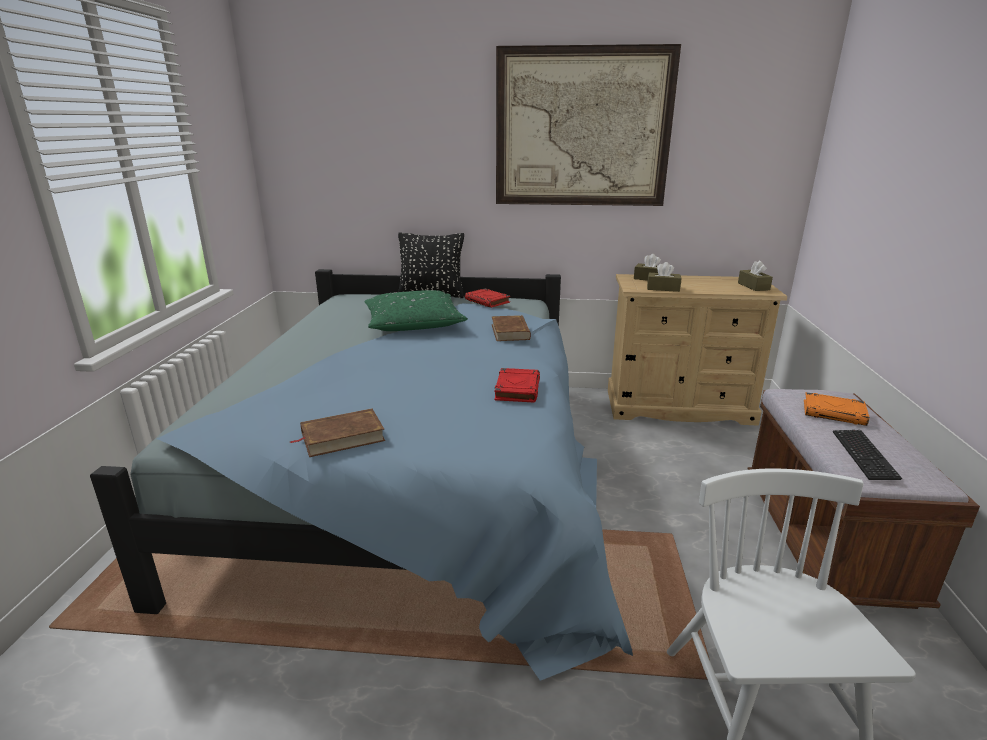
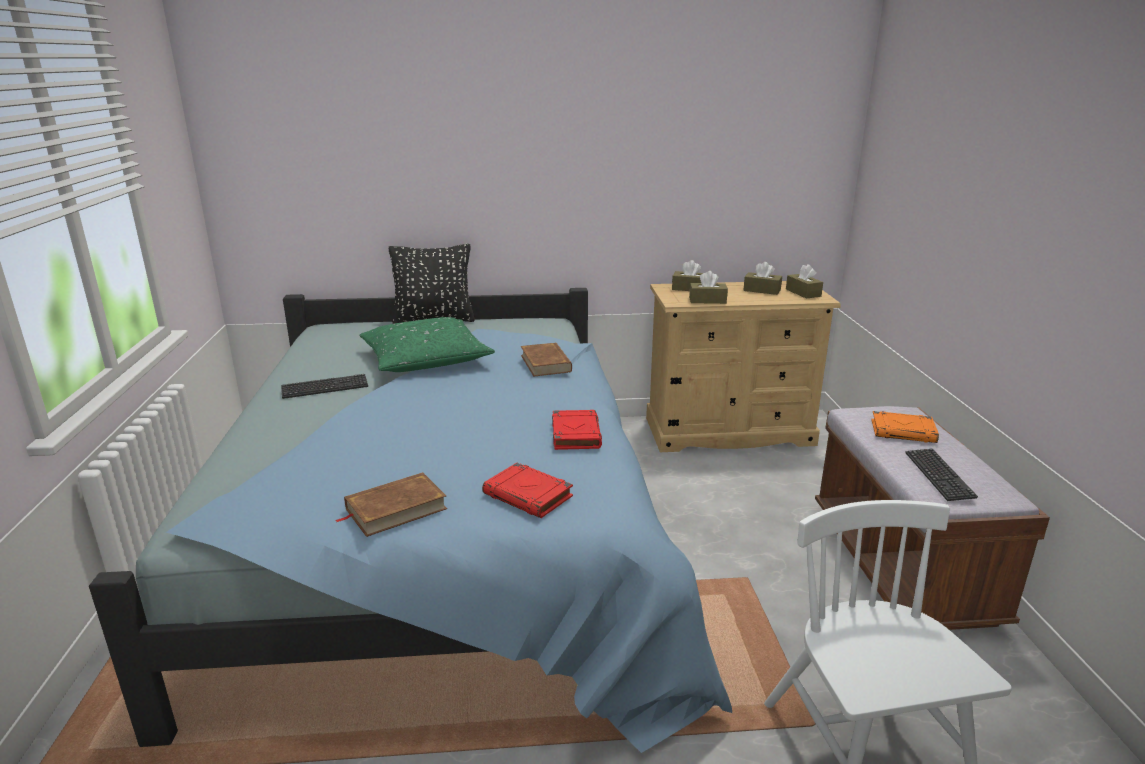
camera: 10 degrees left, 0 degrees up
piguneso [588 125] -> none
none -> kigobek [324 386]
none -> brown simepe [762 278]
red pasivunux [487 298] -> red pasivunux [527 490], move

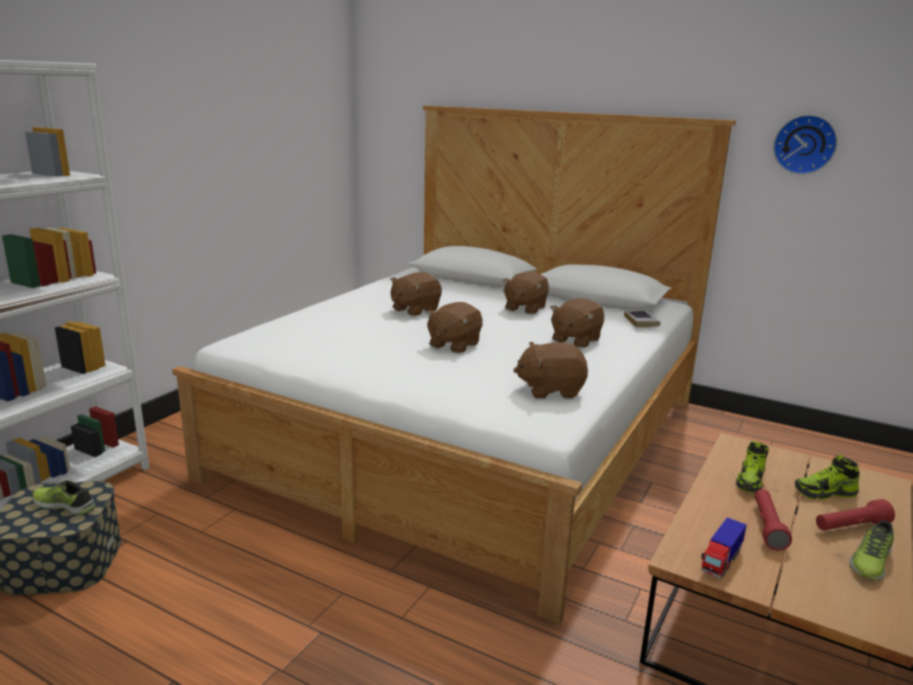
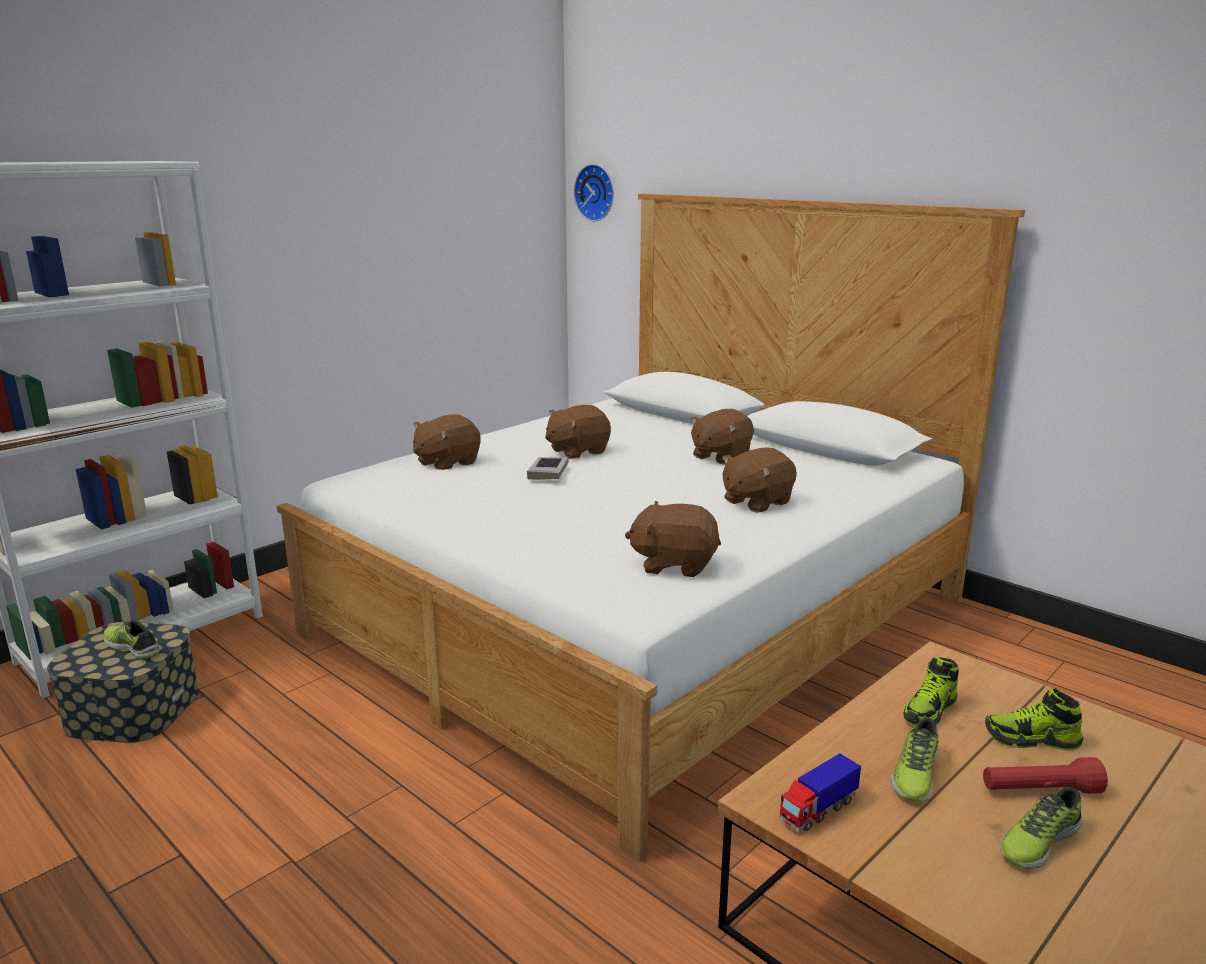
camera: 15 degrees right, 0 degrees up
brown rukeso [454 327] -> brown rukeso [447 442], move
pasivunux [642 319] -> pasivunux [548 468], move
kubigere [805 145] -> kubigere [594 192], move
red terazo [773 519] -> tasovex [915 760]

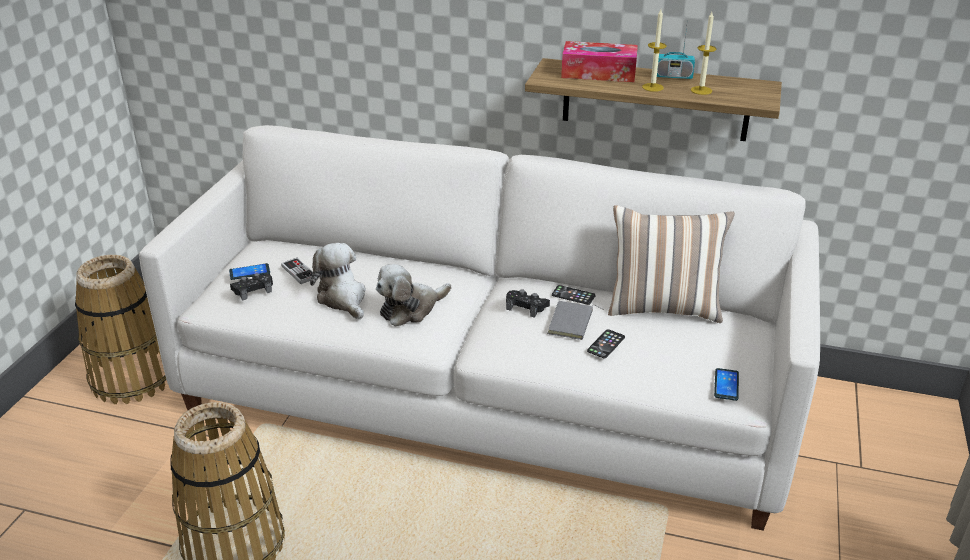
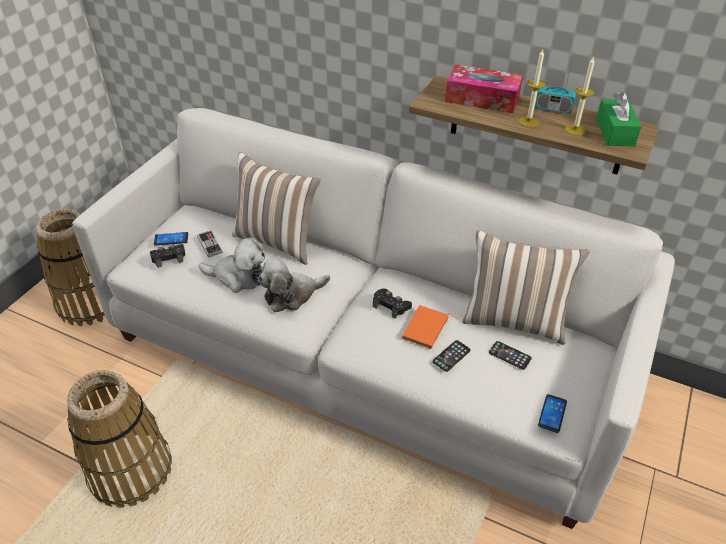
camera: 10 degrees right, 10 degrees up
none -> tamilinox [276 208]
none -> green simepe [619 118]
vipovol [573 295] -> vipovol [510 355], move
grey pasivunux [575 320] -> orange pasivunux [430 327]
rukeso [338 281] -> rukeso [231 265], 120 degrees clockwise

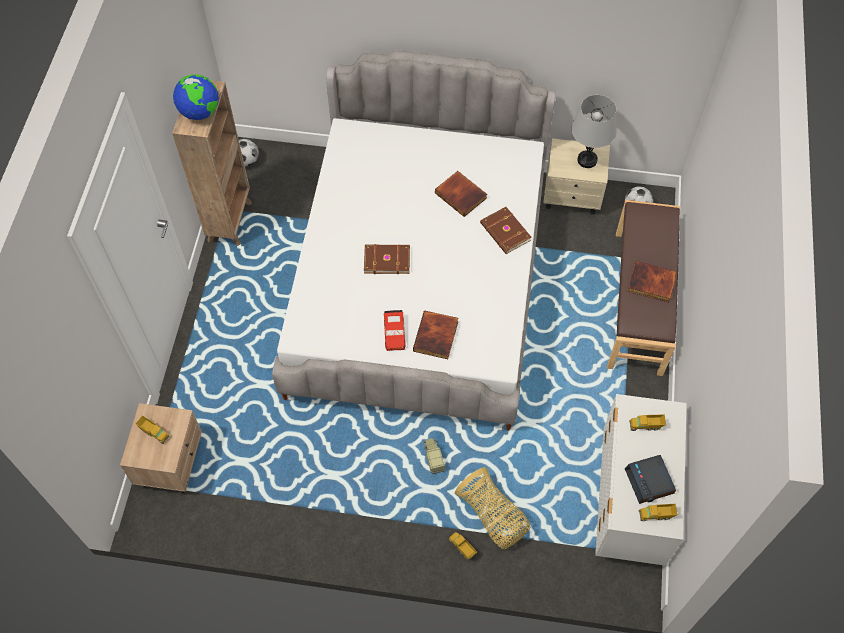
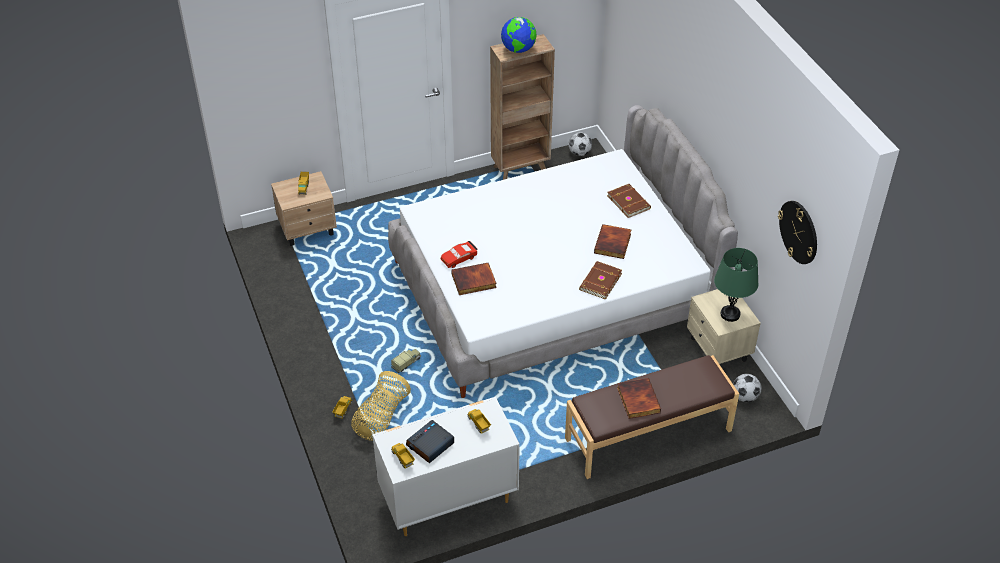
camera: 60 degrees right, 15 degrees down
none -> kubigere [797 232]
brown pasivunux [387 259] -> brown pasivunux [629 201], move
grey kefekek [594 131] -> green kefekek [736 285]

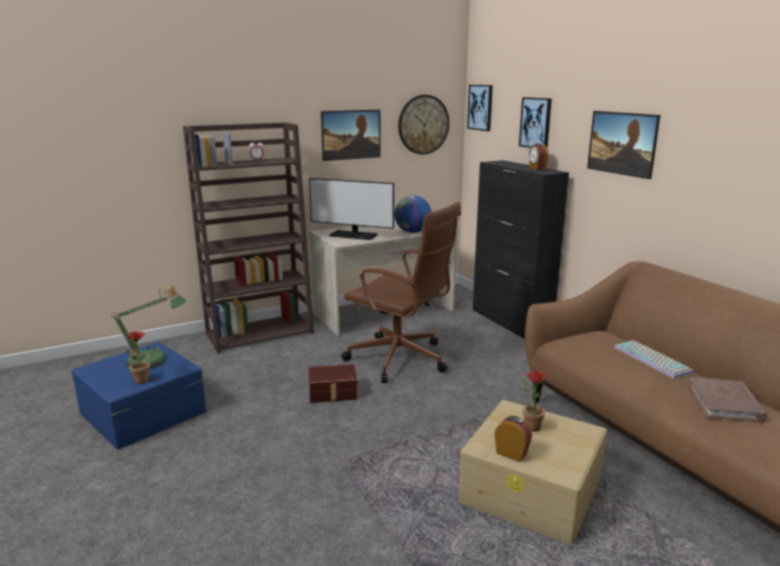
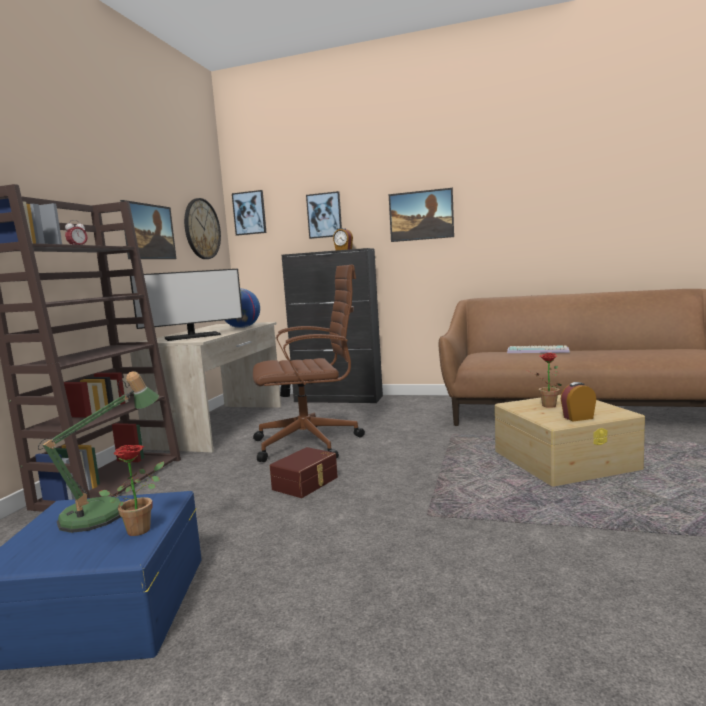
camera: 45 degrees left, 10 degrees down
brown pasivunux [727 400] -> none

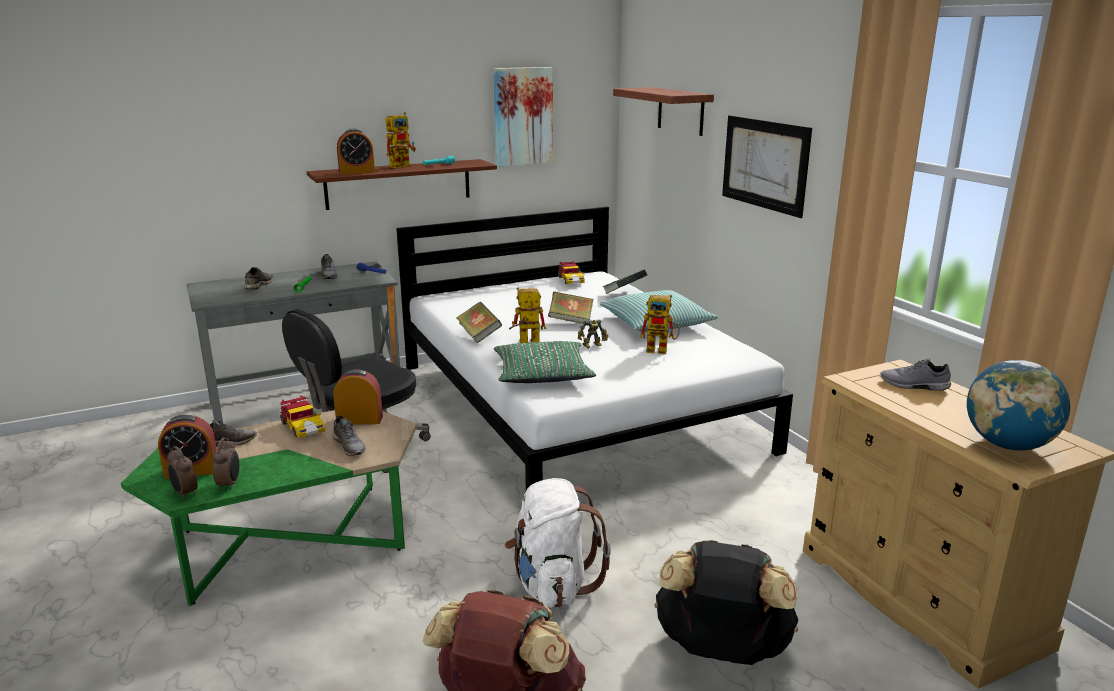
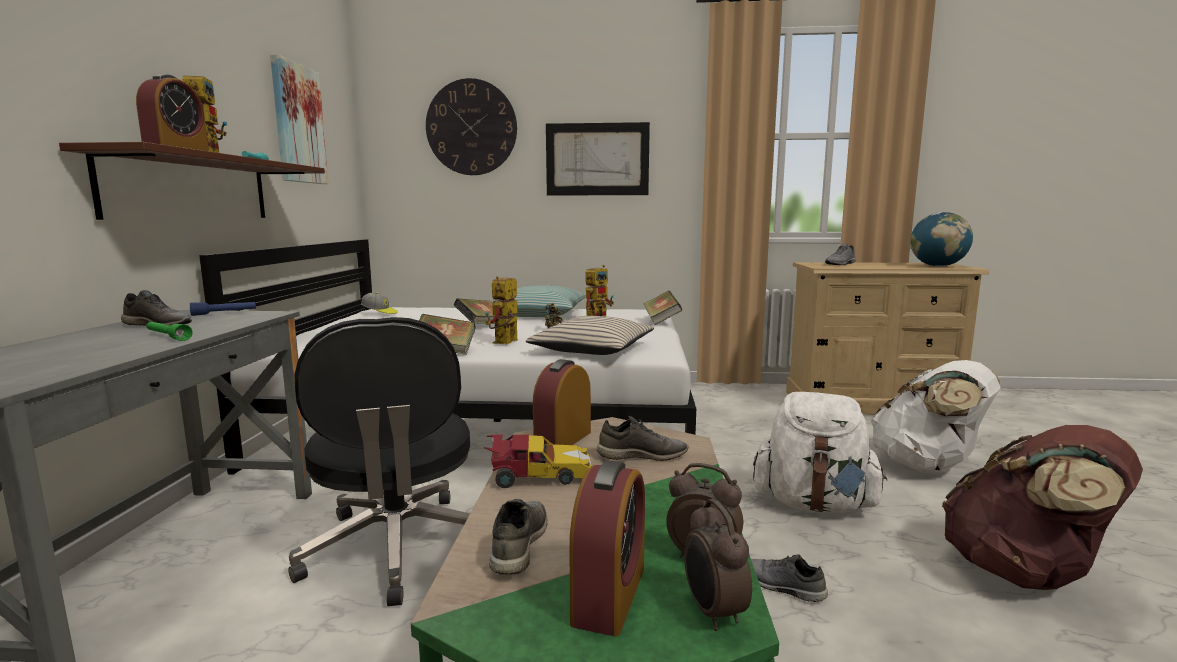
camera: 60 degrees left, 10 degrees down
grey tasovex [259 278] -> grey tasovex [789 578], move
pasivunux [625 281] -> pasivunux [662 308], move
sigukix [571 272] -> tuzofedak [379 303]
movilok [663 111] -> kubigere [471 126]
green tamilinox [545 362] -> beige tamilinox [590 335]
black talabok [726 602] -> white talabok [936 417]
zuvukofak [182 473] -> zuvukofak [718 565], 90 degrees clockwise

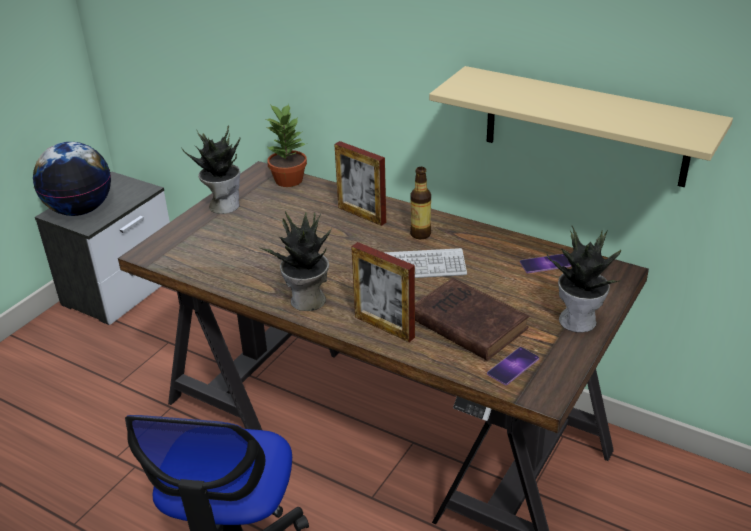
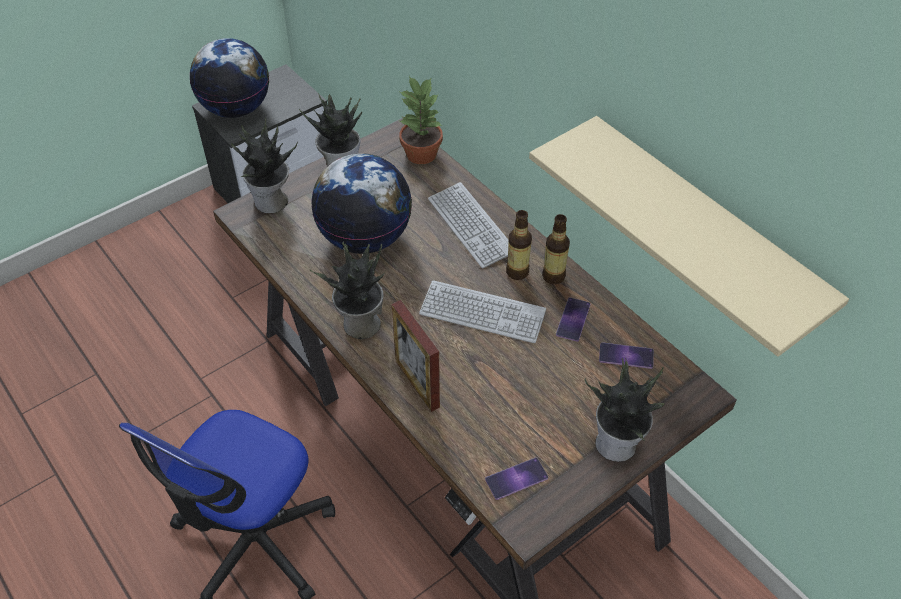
camera: 20 degrees right, 15 degrees up
brown pasivunux [472 319] -> none
none -> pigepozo [264 165]
none -> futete [361 203]
none -> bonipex [556 249]
none -> vipovol [573 319]
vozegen [360 183] -> kigobek [468 225]

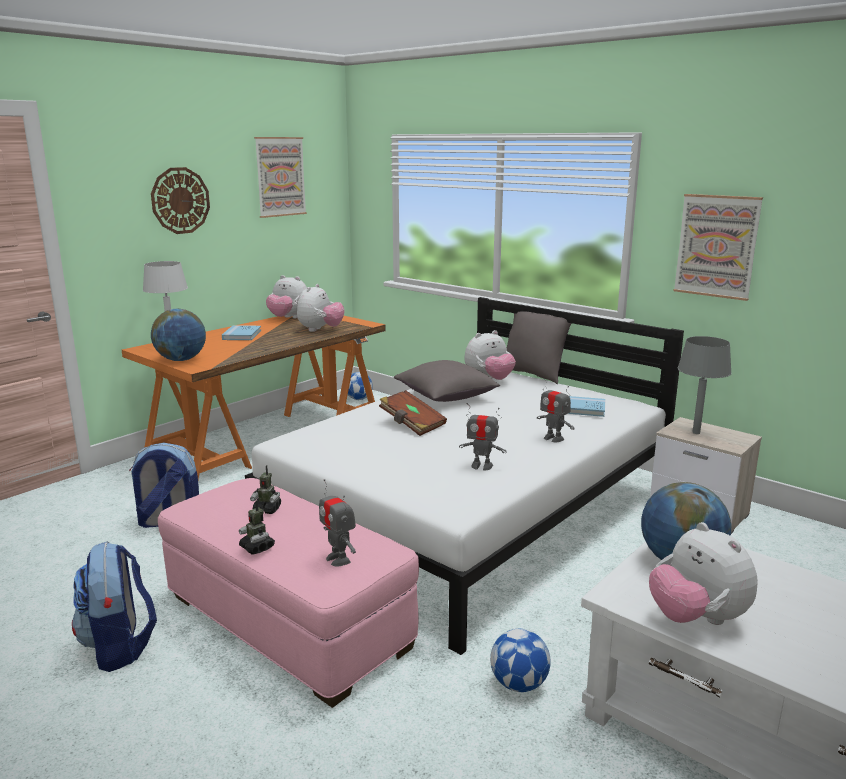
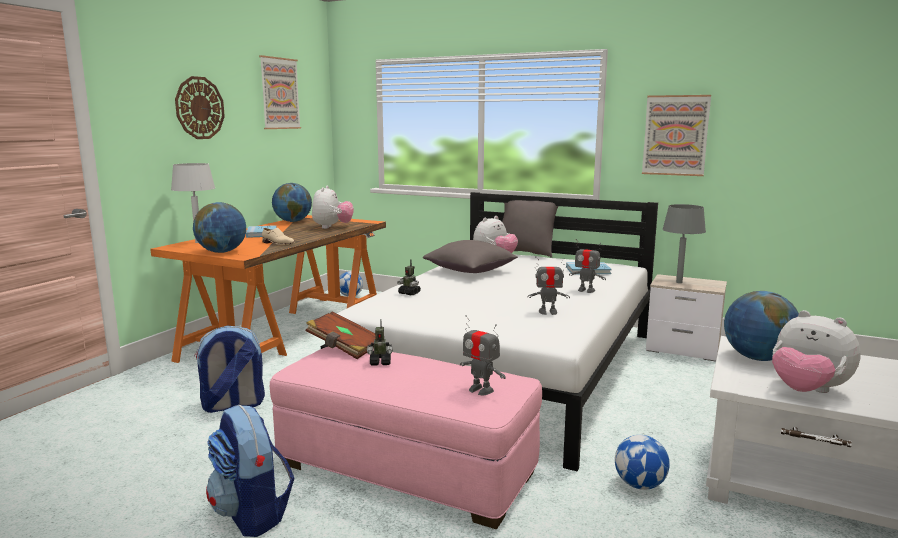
camera: 15 degrees left, 5 degrees down
none -> beige tasovex [278 236]
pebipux [257 527] -> pebipux [409 277], move
brown pasivunux [413 413] -> brown pasivunux [340 335], move
rukeso [286 296] -> futete [292 202]

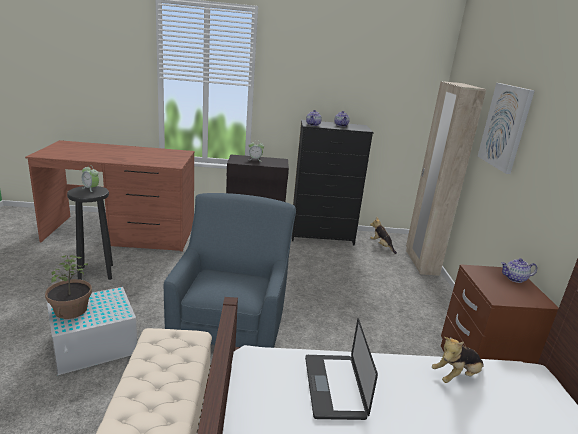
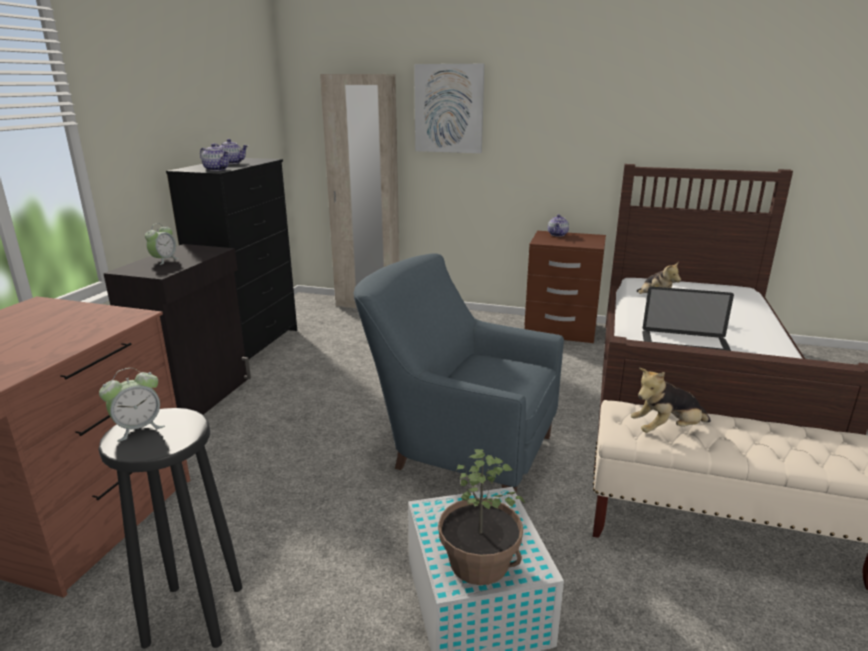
camera: 70 degrees left, 0 degrees up
rukeso [383 235] -> rukeso [671 400], move

